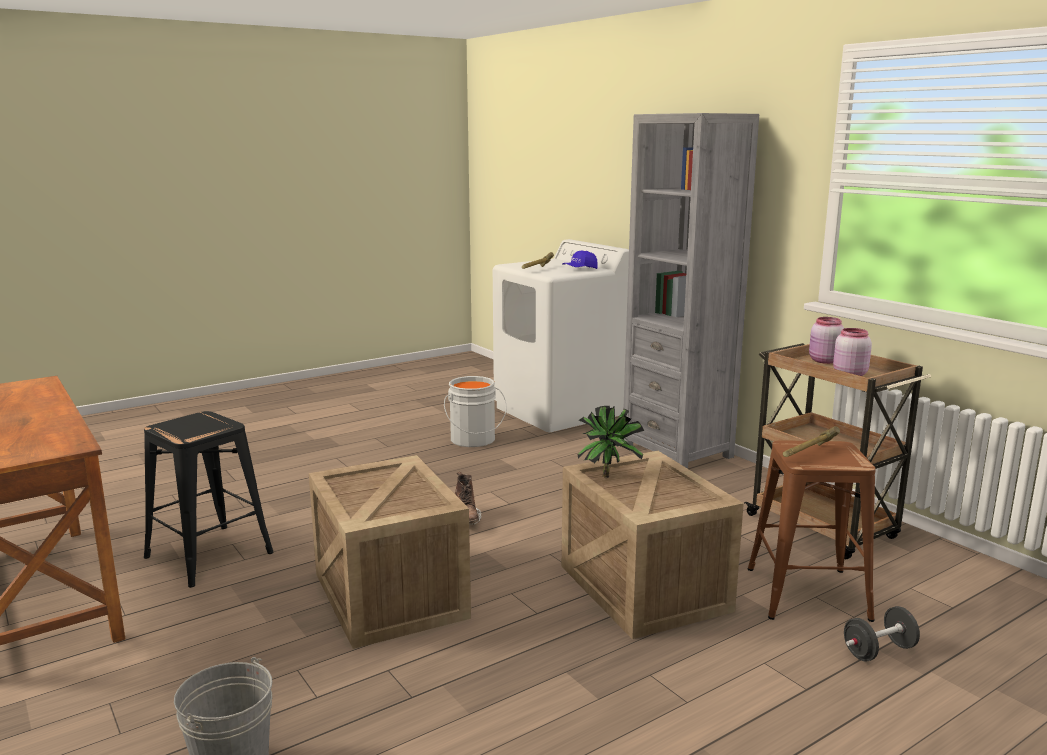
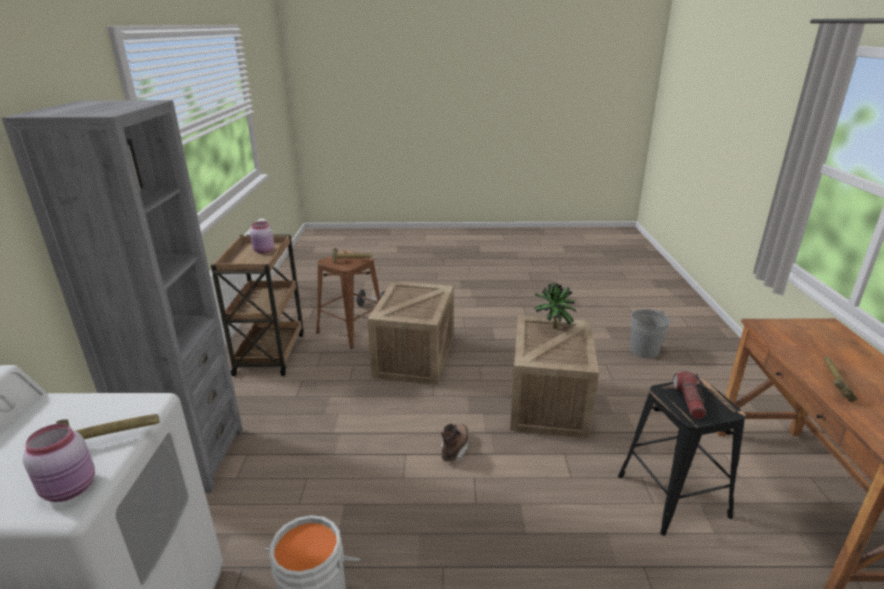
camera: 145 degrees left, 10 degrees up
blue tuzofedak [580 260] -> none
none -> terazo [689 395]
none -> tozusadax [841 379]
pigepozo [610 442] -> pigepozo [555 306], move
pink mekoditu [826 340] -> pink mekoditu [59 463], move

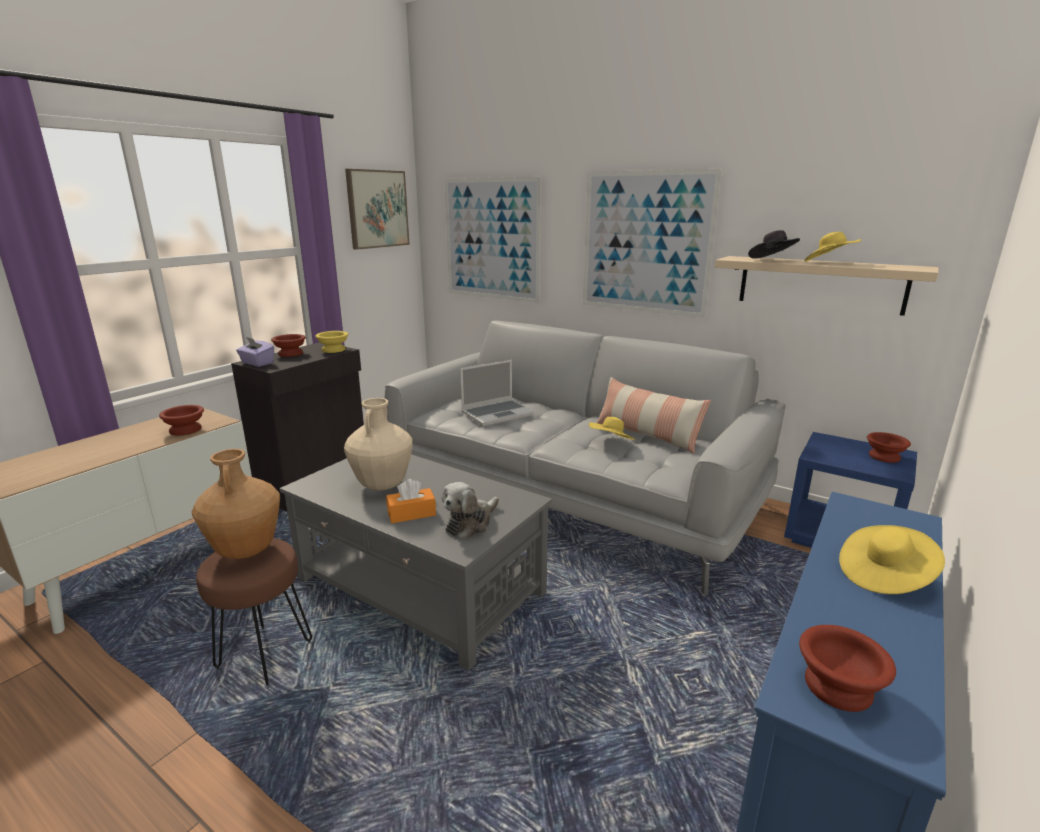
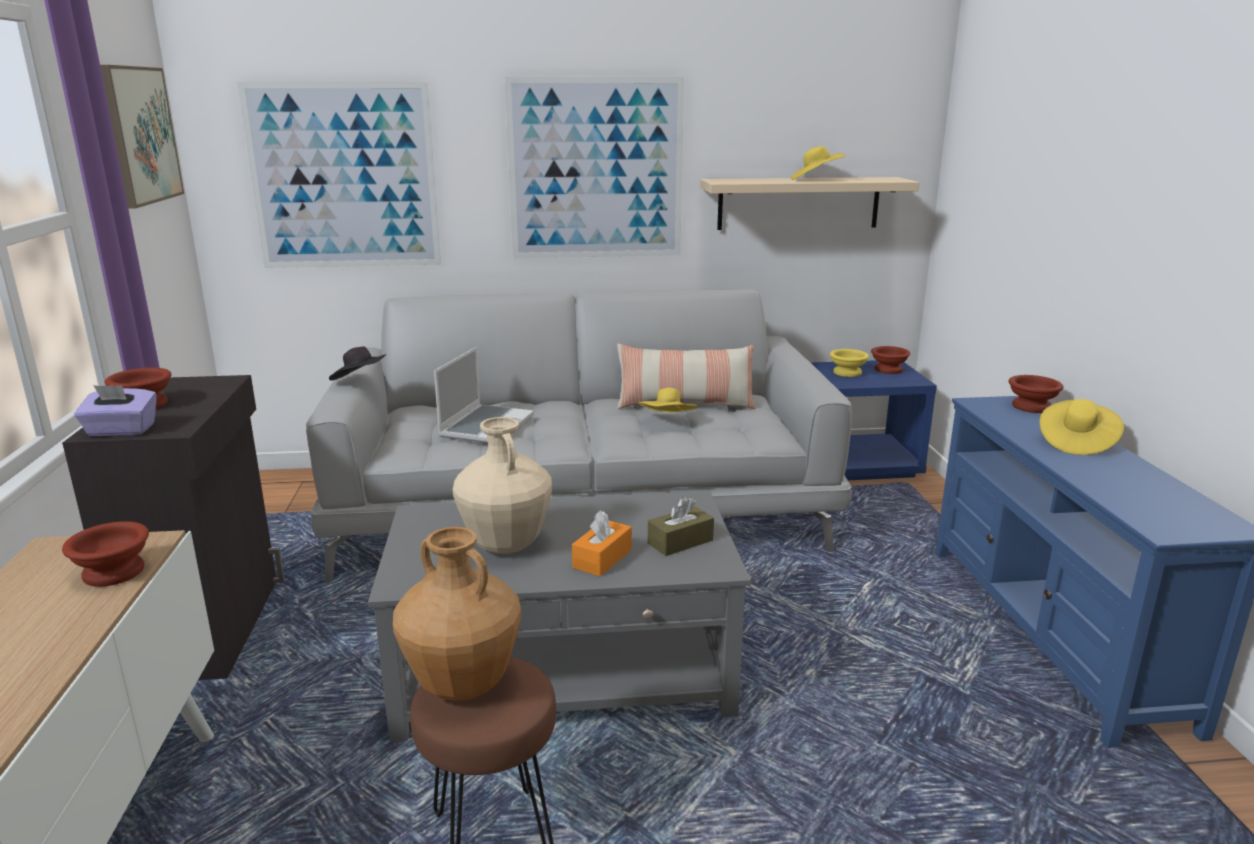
camera: 40 degrees left, 0 degrees up
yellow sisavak [331 342] -> yellow sisavak [849 363], move
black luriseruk [774 244] -> black luriseruk [357 363], move
brown sisavak [847 668] -> brown sisavak [1035 394], move
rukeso [470 510] -> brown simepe [681 526]

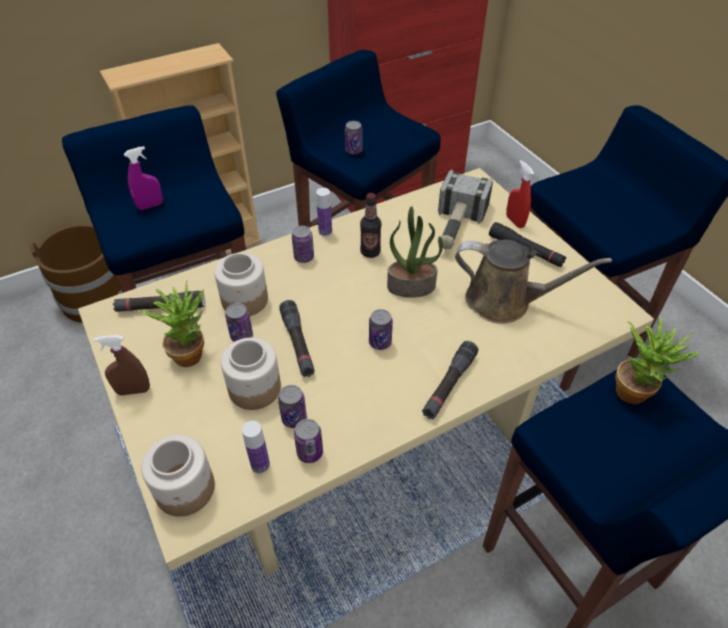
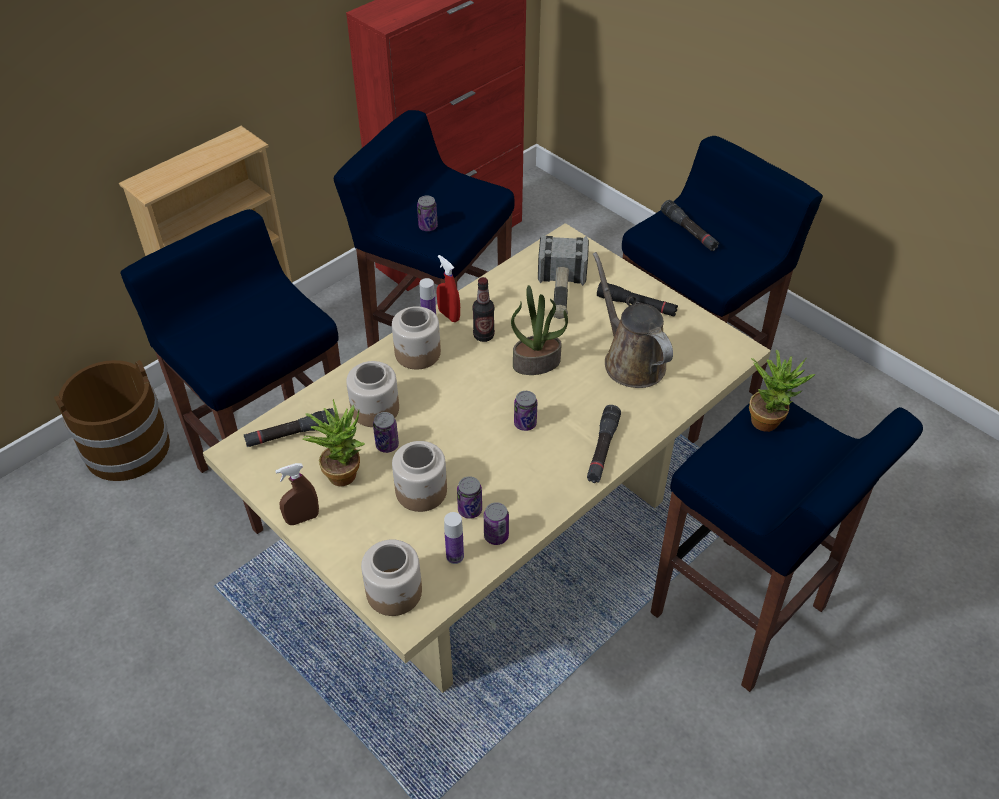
camera: 15 degrees left, 0 degrees up
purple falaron [143 178] -> none
black terazo [297 338] -> black terazo [690 225], move
red falaron [520 194] -> red falaron [448 288], move
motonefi [303 244] -> mekoditu [416 337]
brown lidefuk [533 282] -> brown lidefuk [633 320], 120 degrees counterclockwise

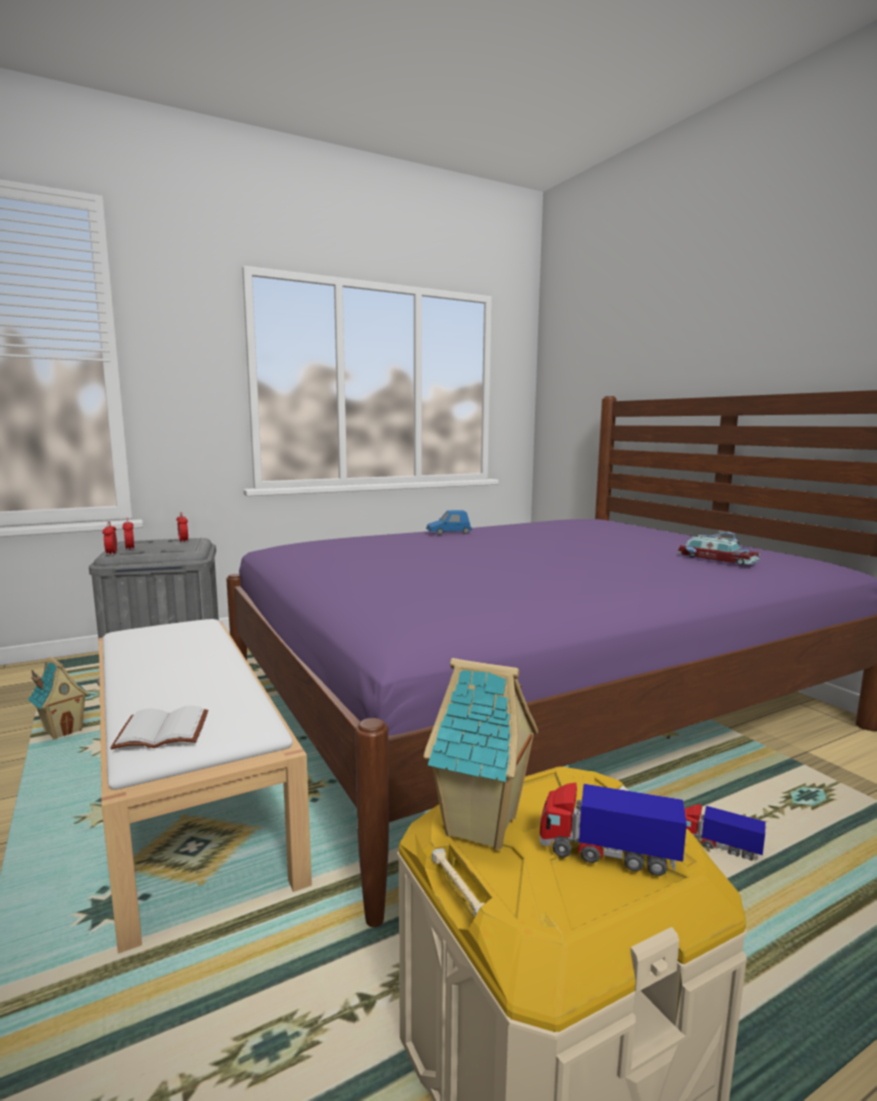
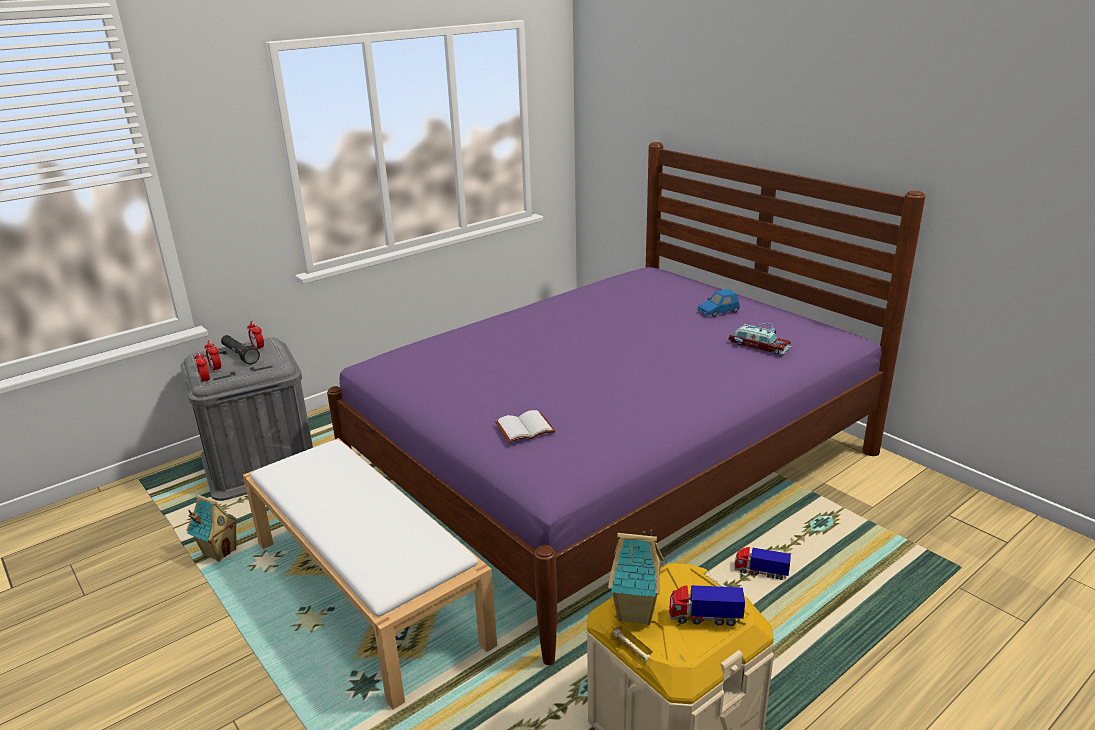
camera: 10 degrees left, 15 degrees up
none -> black terazo [240 349]
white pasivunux [159 727] -> white pasivunux [525 426], move
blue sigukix [449 522] -> blue sigukix [718 303], move

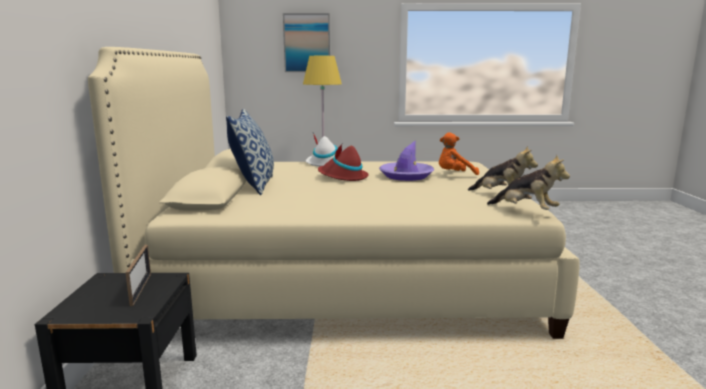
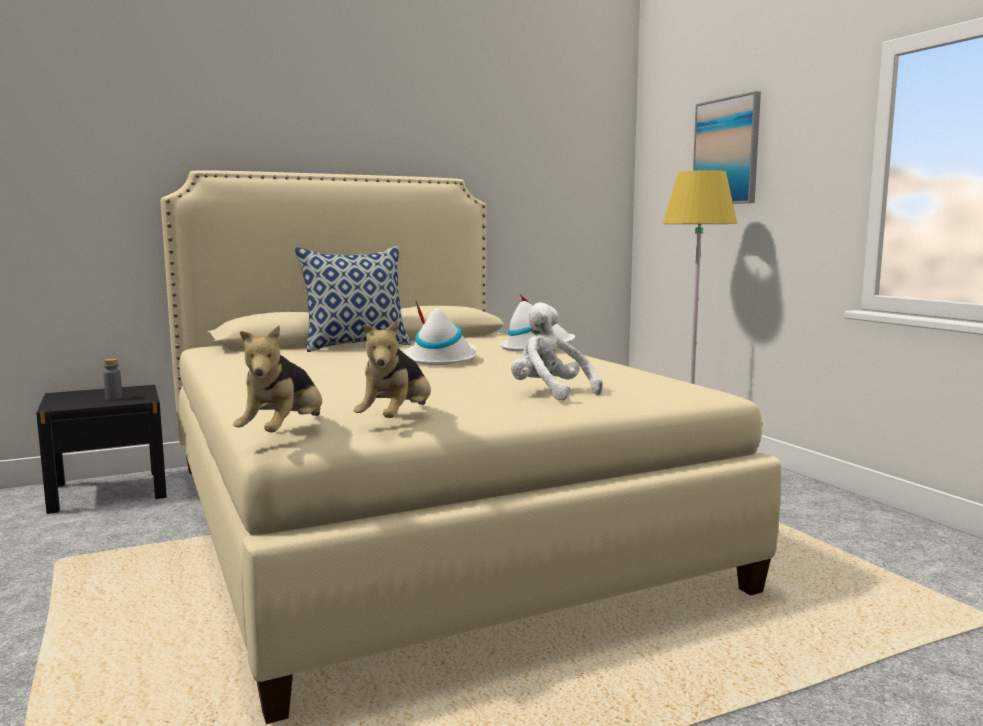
camera: 65 degrees right, 5 degrees down
purple luriseruk [407 160] -> none
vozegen [138 275] -> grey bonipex [112 379]
red luriseruk [343 162] -> white luriseruk [440 333]
orange rukeso [459 153] -> white rukeso [557 351]

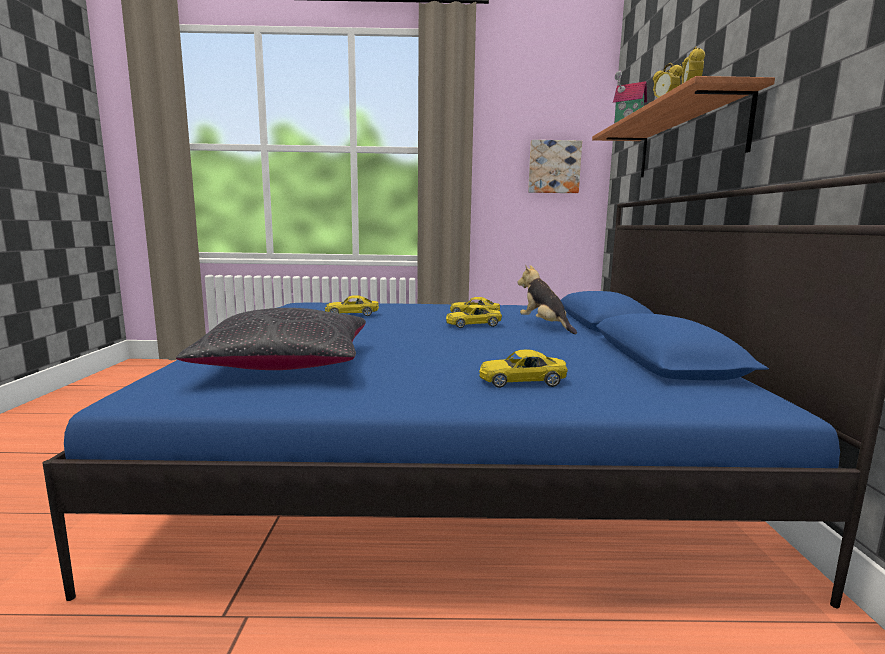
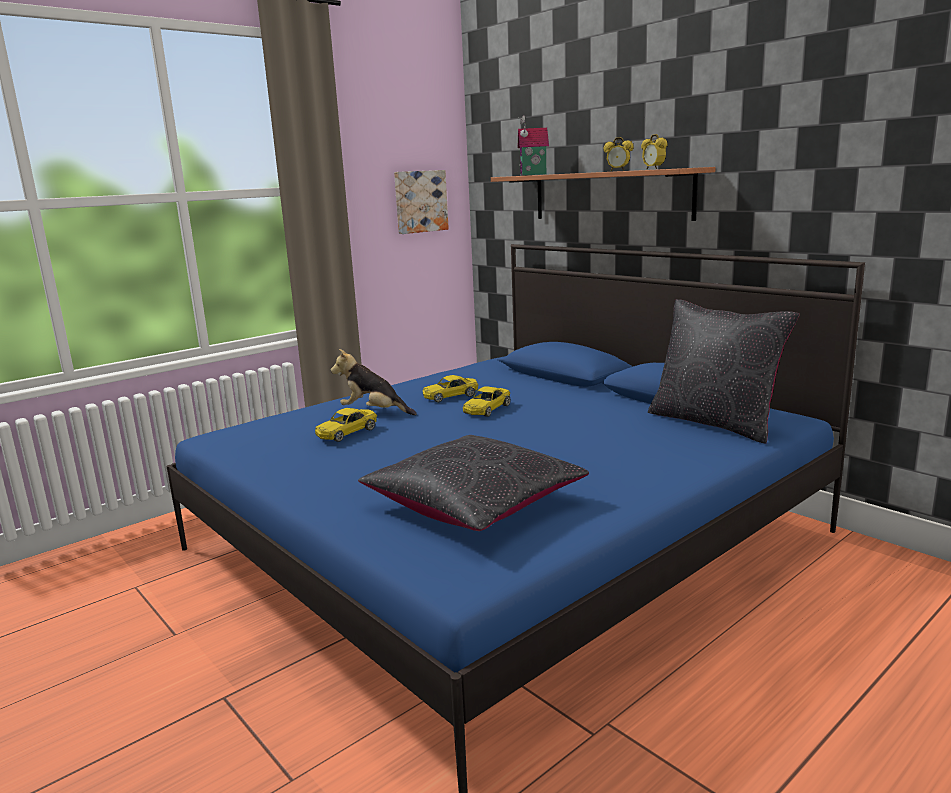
camera: 40 degrees left, 5 degrees up
yellow sigukix [523 369] -> none
none -> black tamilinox [723 371]
rukeso [547 299] -> rukeso [374 382], move

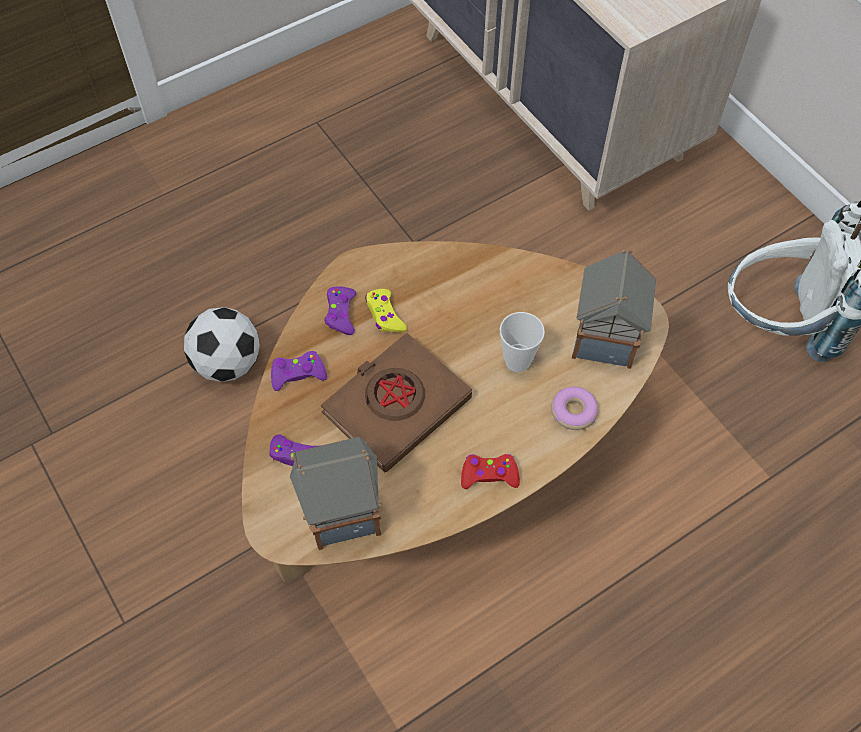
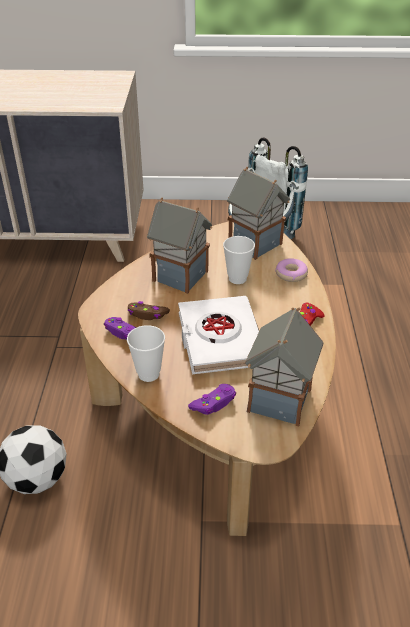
camera: 55 degrees left, 20 degrees down
none -> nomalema [179 246]
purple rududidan [299 371] -> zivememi [146 353]
brown pasivunux [396 402] -> white pasivunux [218 335]
yellow rududidan [386 311] -> brown rududidan [149 310]

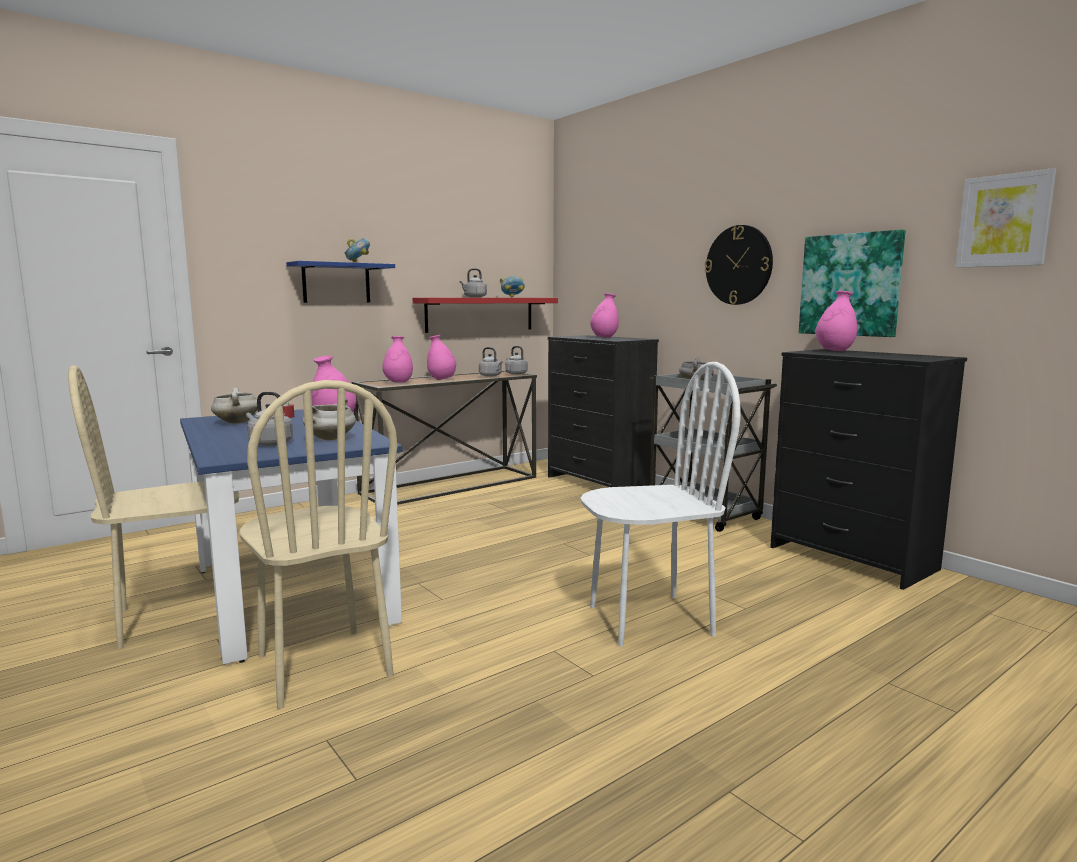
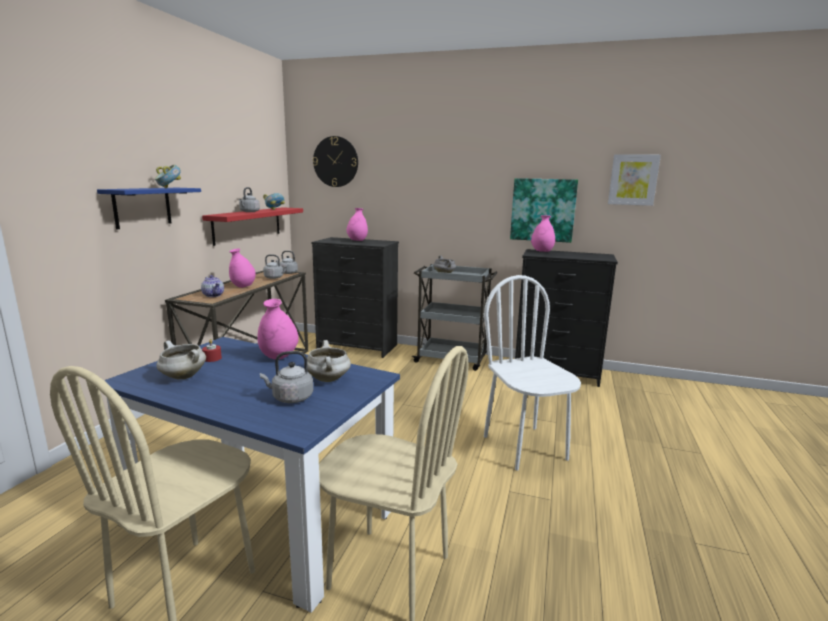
camera: 35 degrees left, 5 degrees up
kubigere [739 265] -> kubigere [335 161], move
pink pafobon [397 359] -> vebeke [212 286]
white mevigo [660 504] -> white mevigo [532 372], 60 degrees counterclockwise

